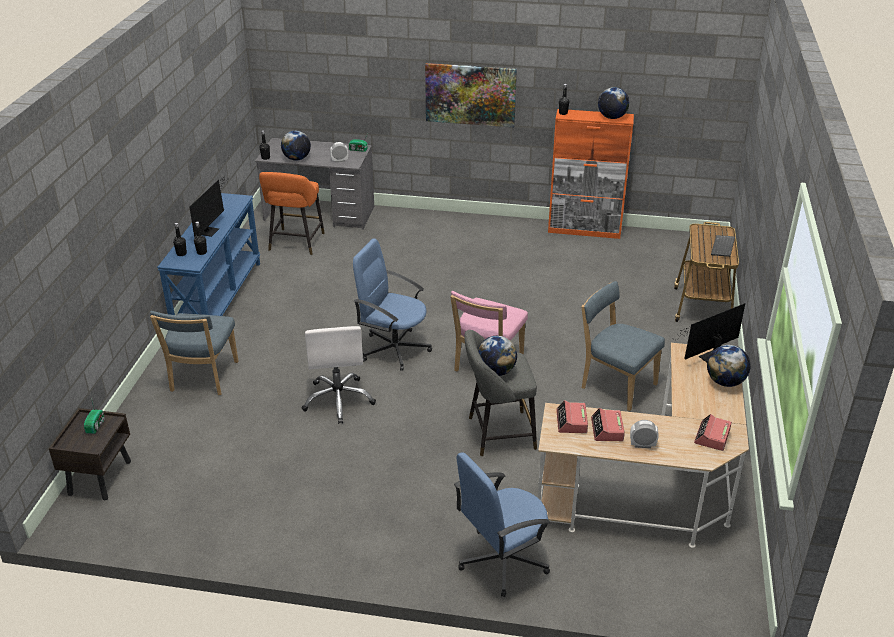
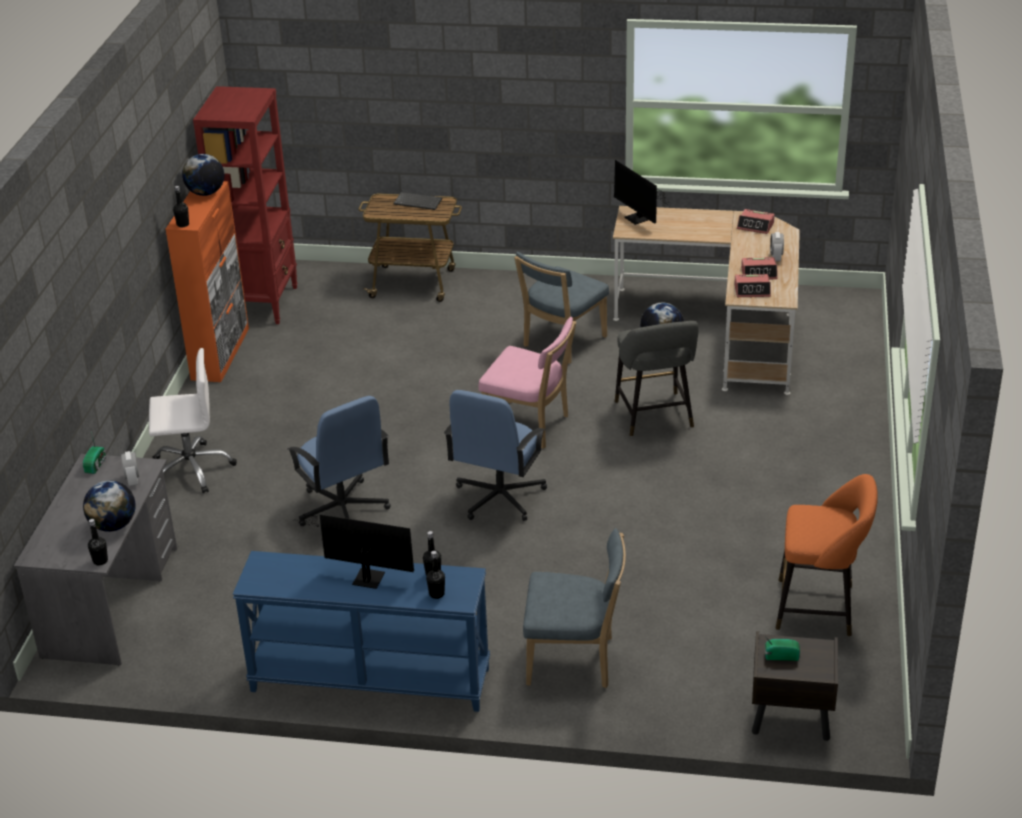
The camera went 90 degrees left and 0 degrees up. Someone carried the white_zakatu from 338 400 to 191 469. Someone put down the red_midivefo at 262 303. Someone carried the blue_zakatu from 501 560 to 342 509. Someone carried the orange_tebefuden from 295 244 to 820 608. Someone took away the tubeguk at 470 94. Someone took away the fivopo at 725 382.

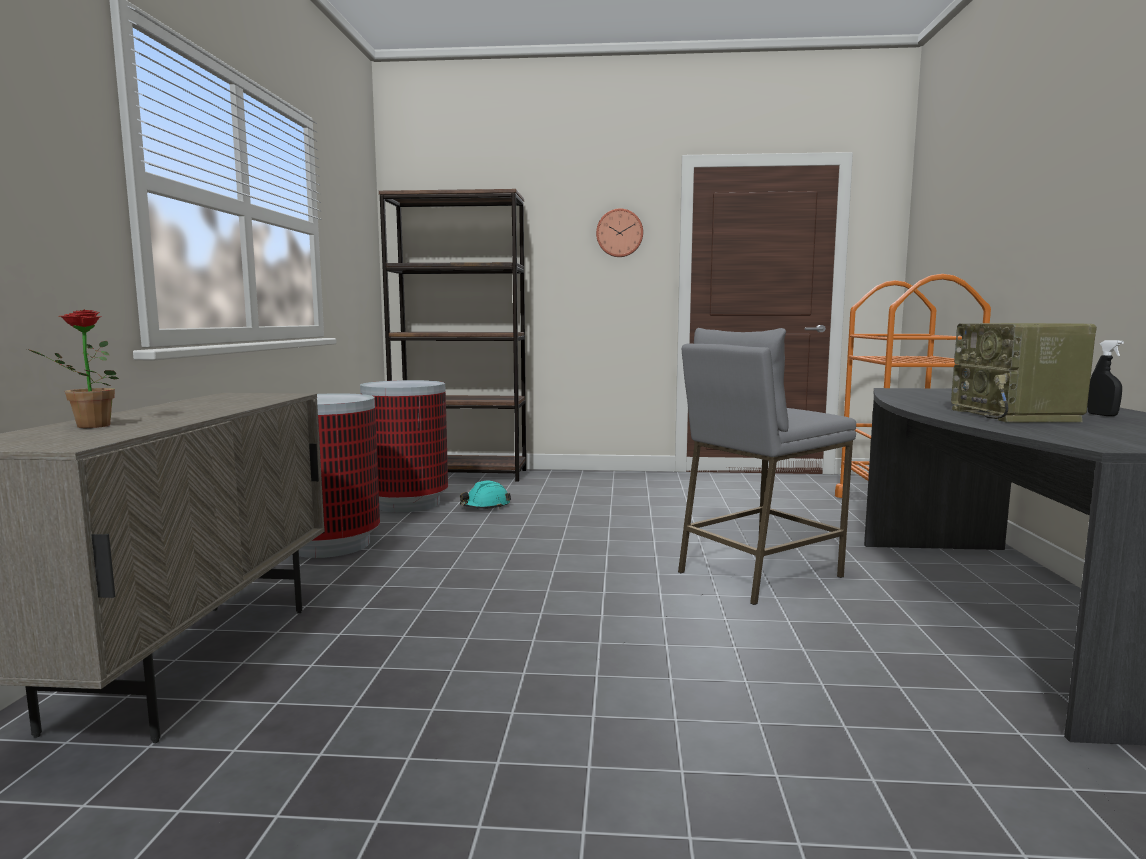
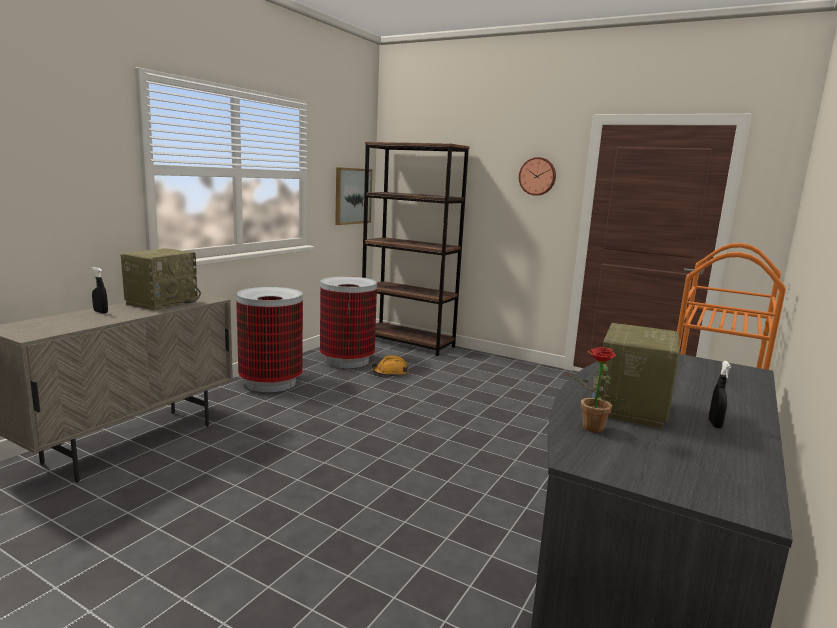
The camera went 25 degrees right and 5 degrees up. Someone put down the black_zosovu at 100 312. Someone put down the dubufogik at 162 302. Someone put up the tubeguk at 352 196. Someone repainted the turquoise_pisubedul at 485 506, which became the orange_pisubedul at 390 373. Someone carried the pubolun from 86 426 to 589 428. Someone took away the grey_tebefuden at 758 574.

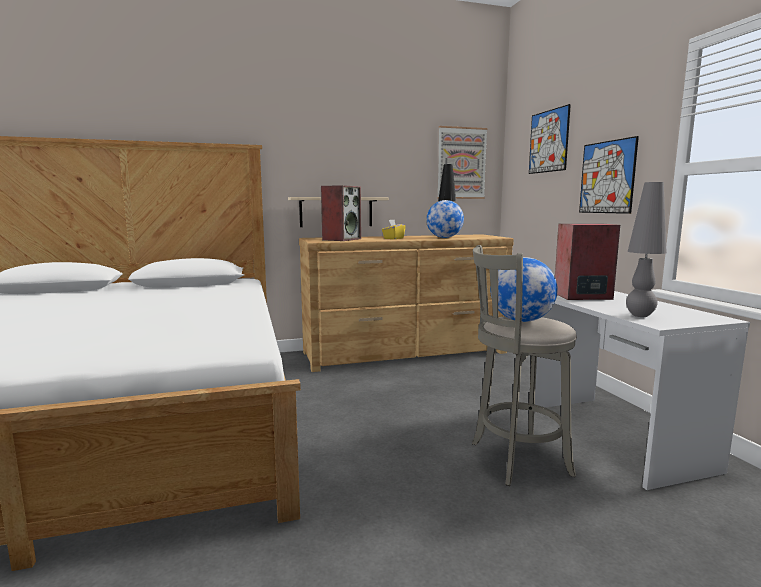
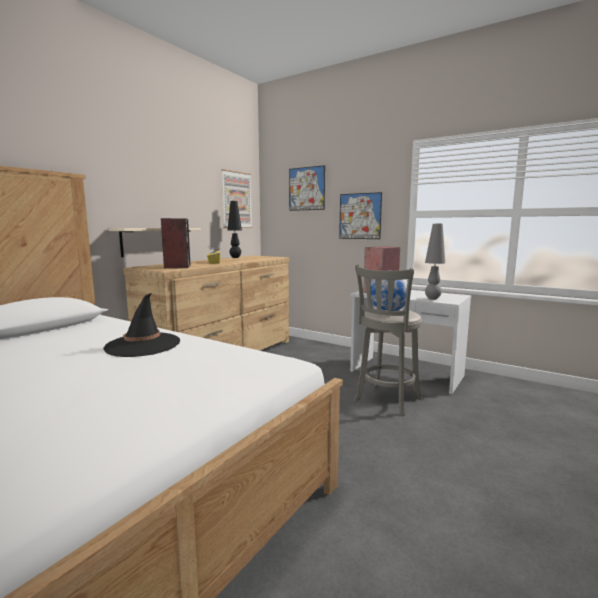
The camera went 40 degrees left and 0 degrees up. Someone put down the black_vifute at 143 345. Someone took away the fivopo at 444 237.

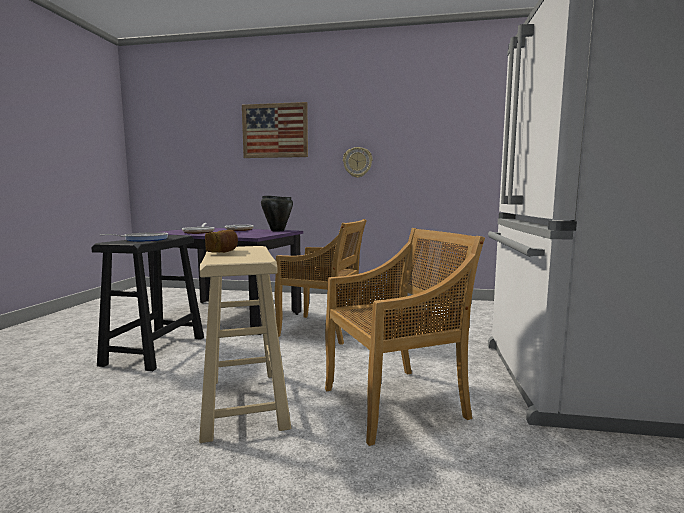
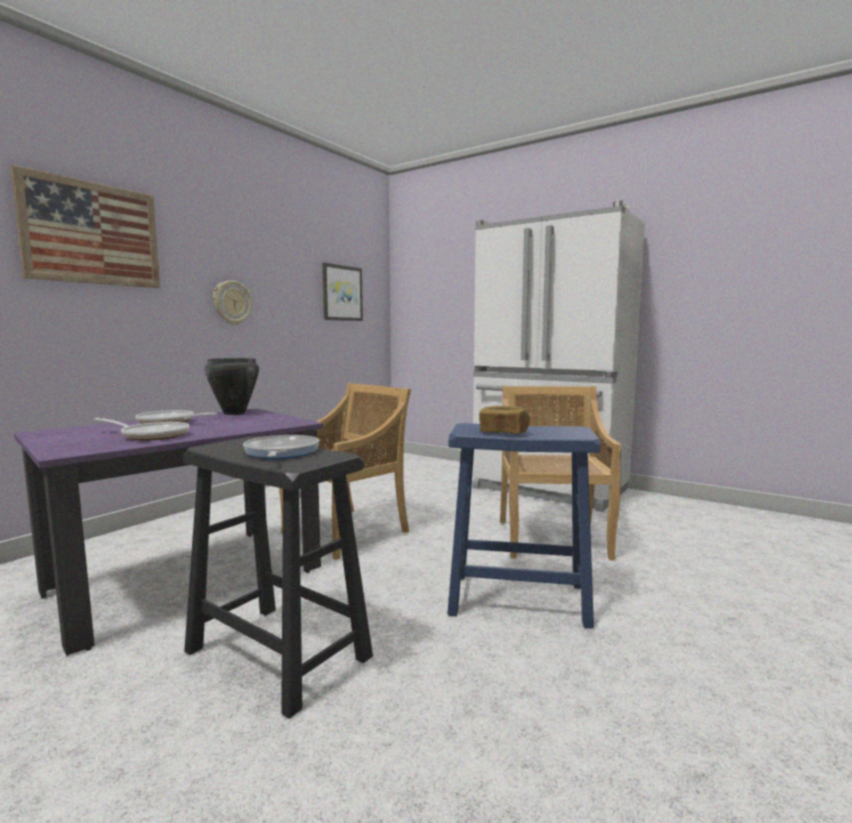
The camera went 65 degrees left and 0 degrees up. Someone put up the tubeguk at 342 293. Someone repainted the beige_tebefuden at 244 403, which became the blue_tebefuden at 519 599.

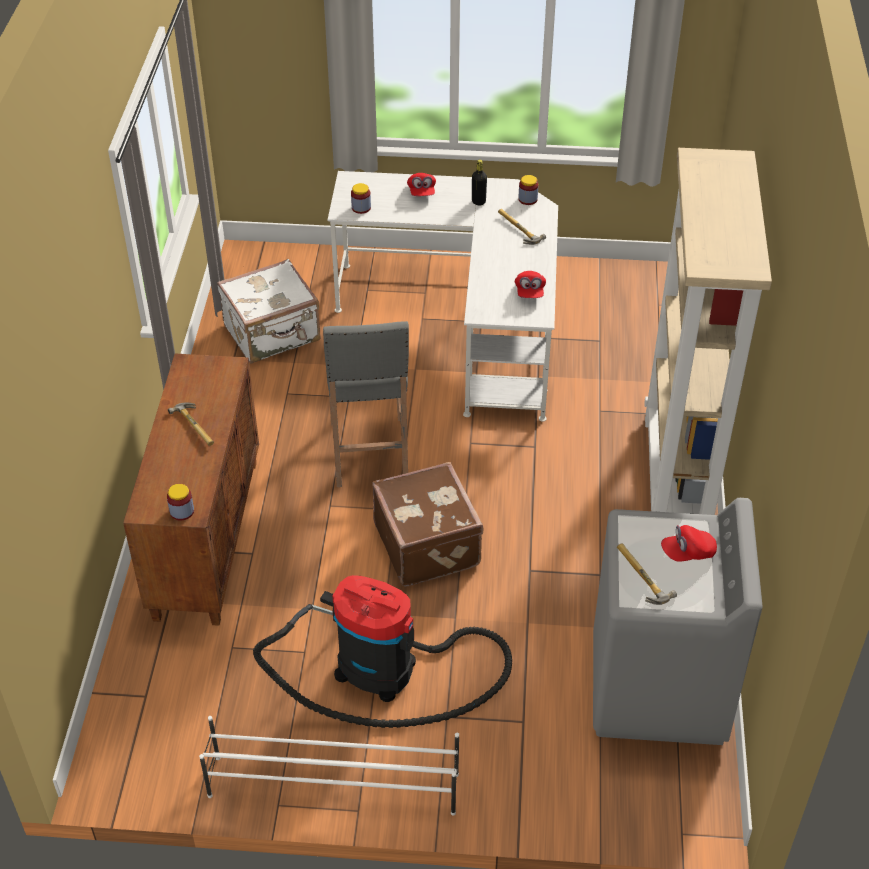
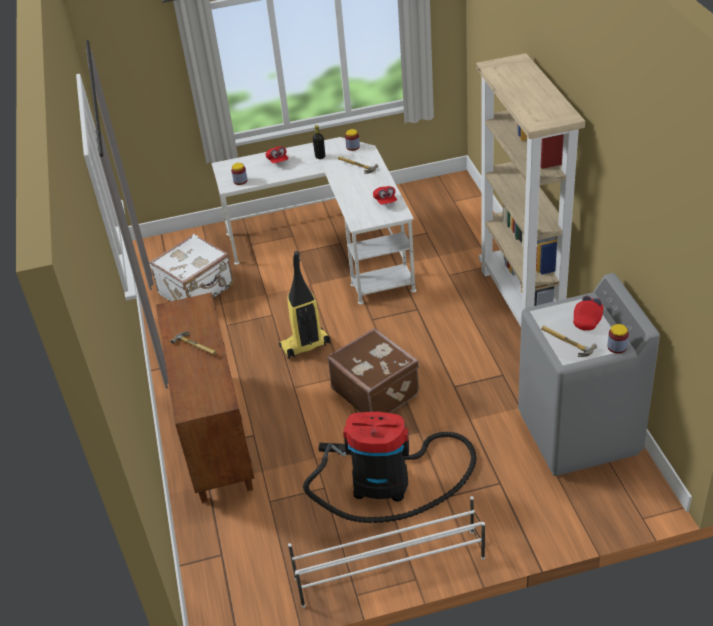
The camera went 15 degrees left and 5 degrees down. Someone swapped the grey_tebefuden at 369 453 for the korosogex at 305 346. Someone rotated the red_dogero at 687 552 by 150 degrees clockwise. Someone carried the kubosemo from 182 511 to 617 347.

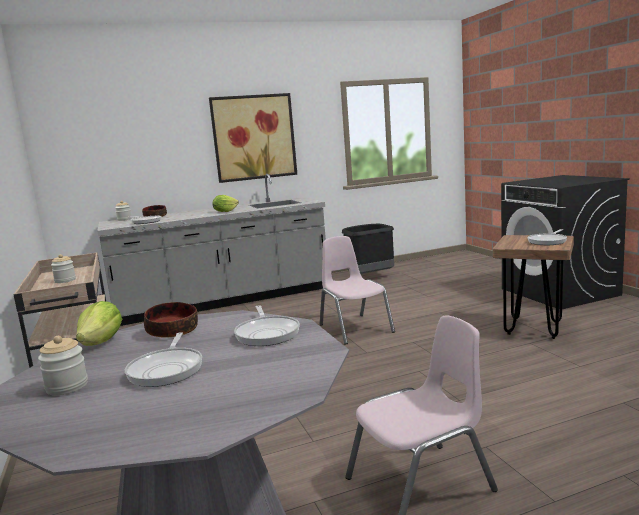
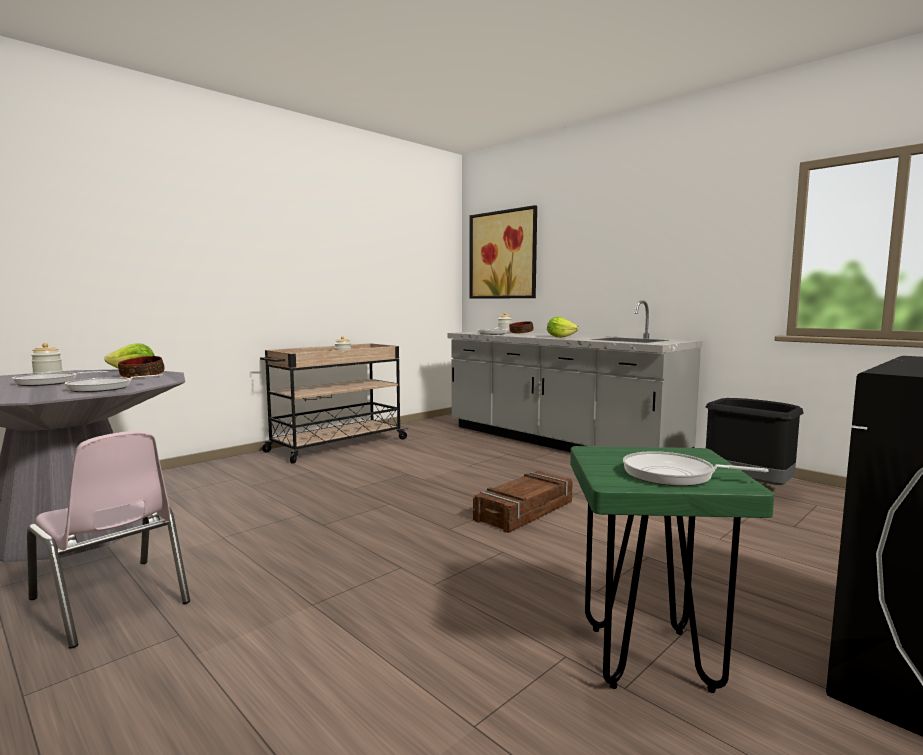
The camera went 65 degrees right and 5 degrees down. Someone carried the tubeguk from 254 137 to 503 255. Someone swapped the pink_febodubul at 355 328 for the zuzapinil at 525 511. Someone repainted the brown_tebefuden at 533 329, which became the green_tebefuden at 649 658.

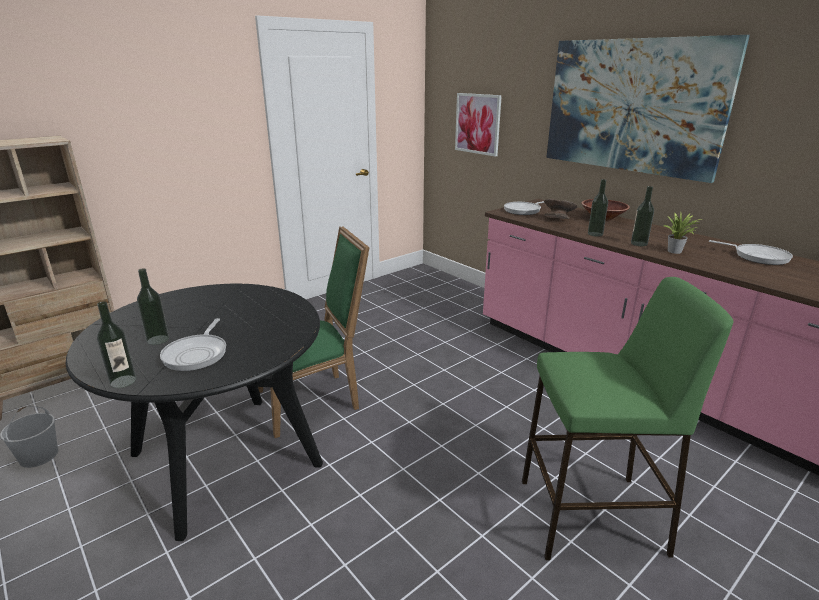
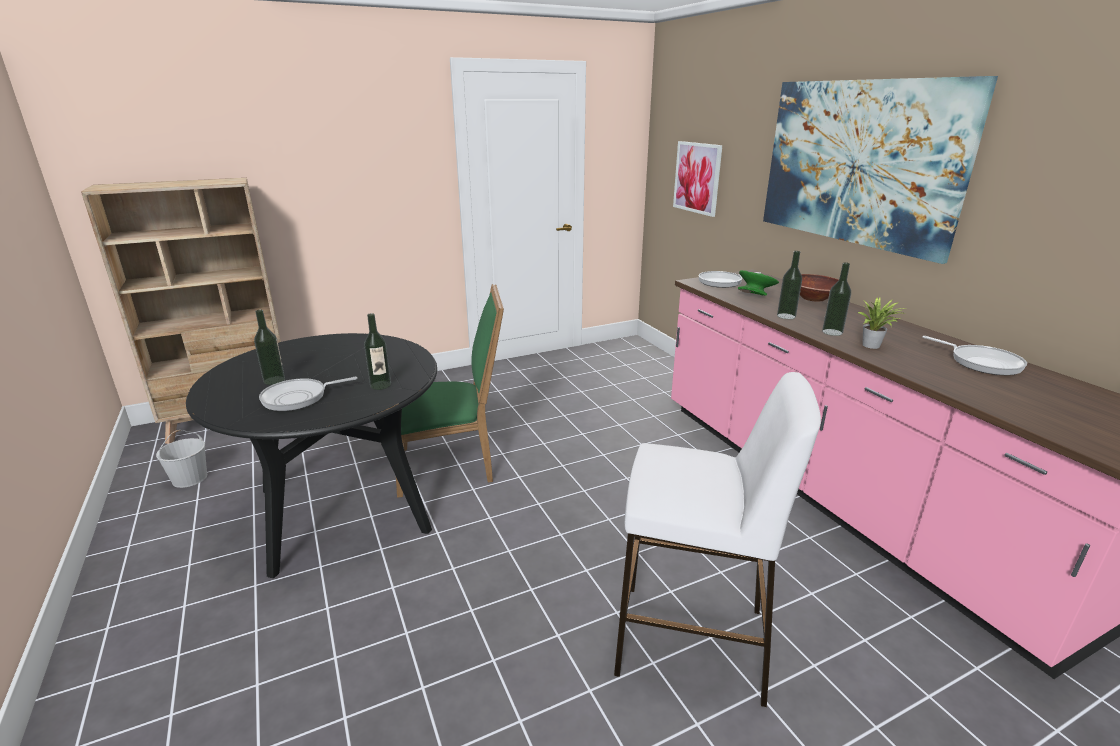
The camera went 15 degrees right and 0 degrees up. Someone rotated the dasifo at 197 354 by 45 degrees clockwise. Someone carried the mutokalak from 123 381 to 380 385. Someone repainted the green_tebefuden at 592 516, which became the white_tebefuden at 692 641. Someone repainted the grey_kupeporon at 558 219, which became the green_kupeporon at 755 295.

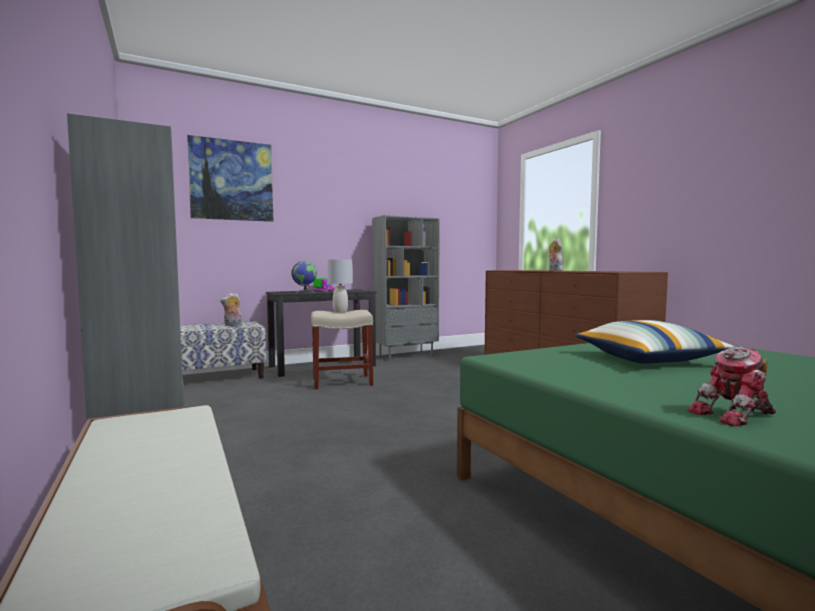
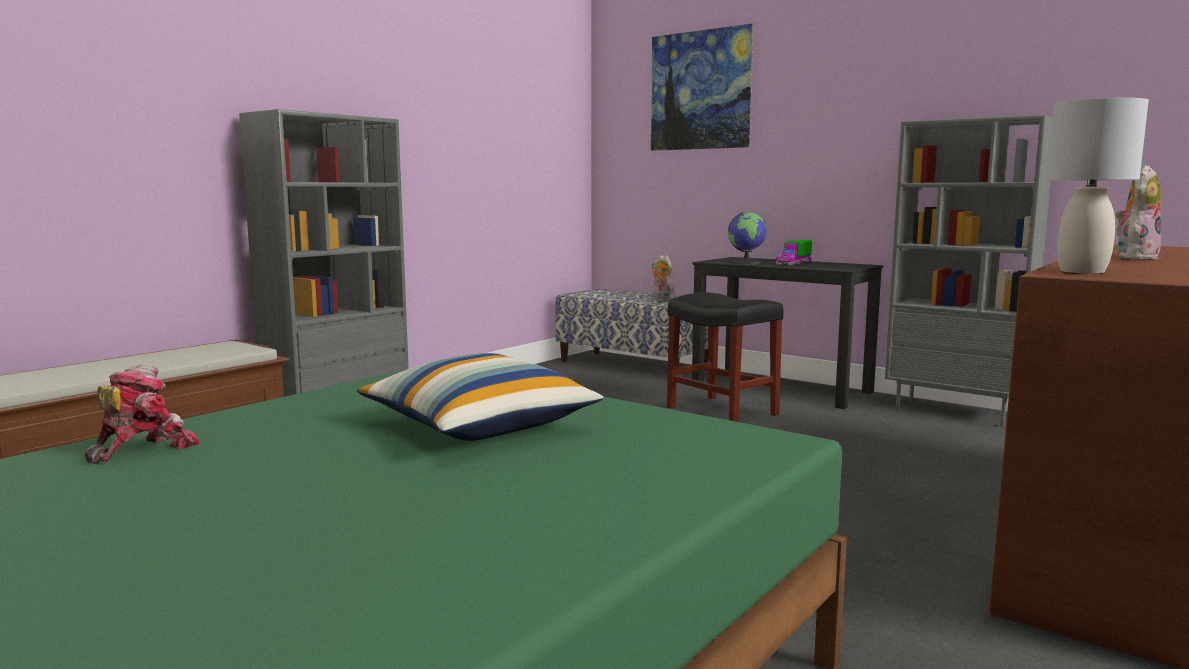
The camera went 65 degrees right and 5 degrees up. Someone rotated the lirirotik at 736 415 by 75 degrees clockwise. Someone repainted the beige_tebefuden at 341 382, which became the black_tebefuden at 720 411. Someone carried the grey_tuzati from 340 311 to 1081 271.

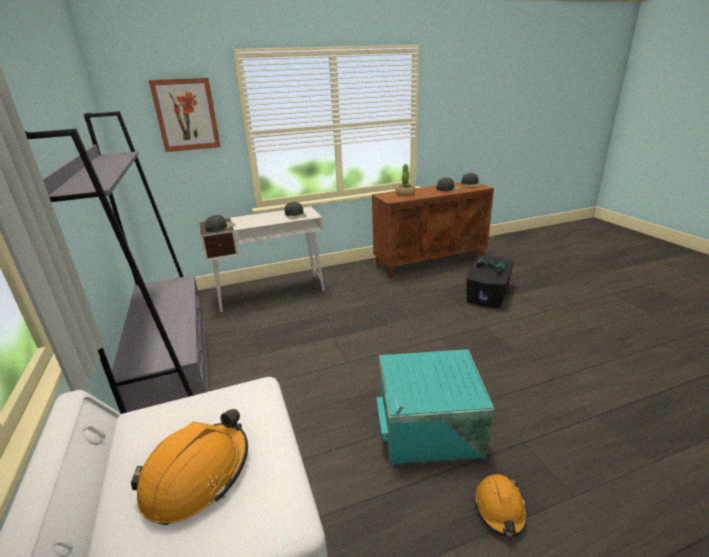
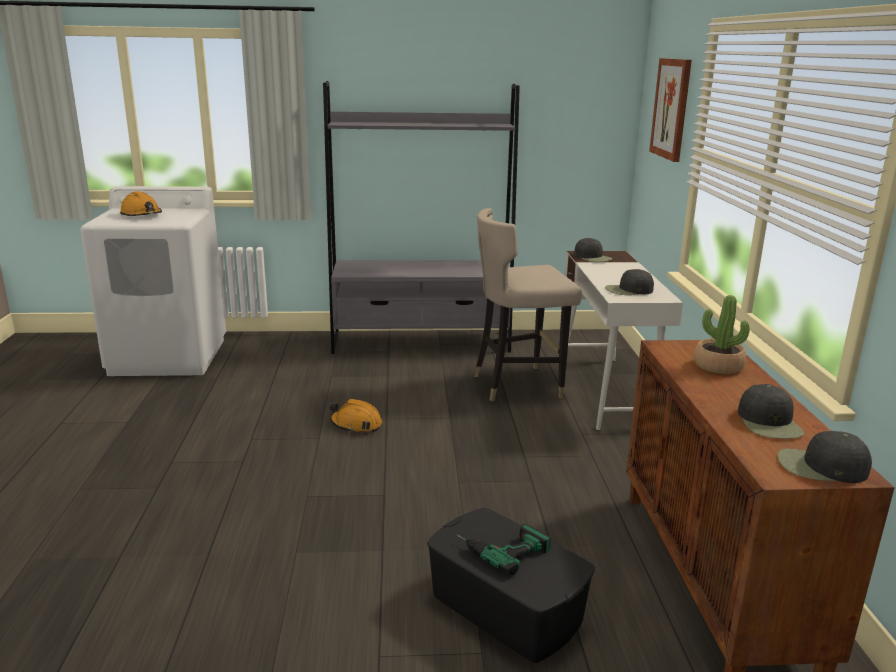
The camera went 105 degrees right and 5 degrees down. Someone carried the orange_pisubedul from 500 509 to 356 424. Someone put down the beige_tebefuden at 518 385. Someone took away the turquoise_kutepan at 431 432.

